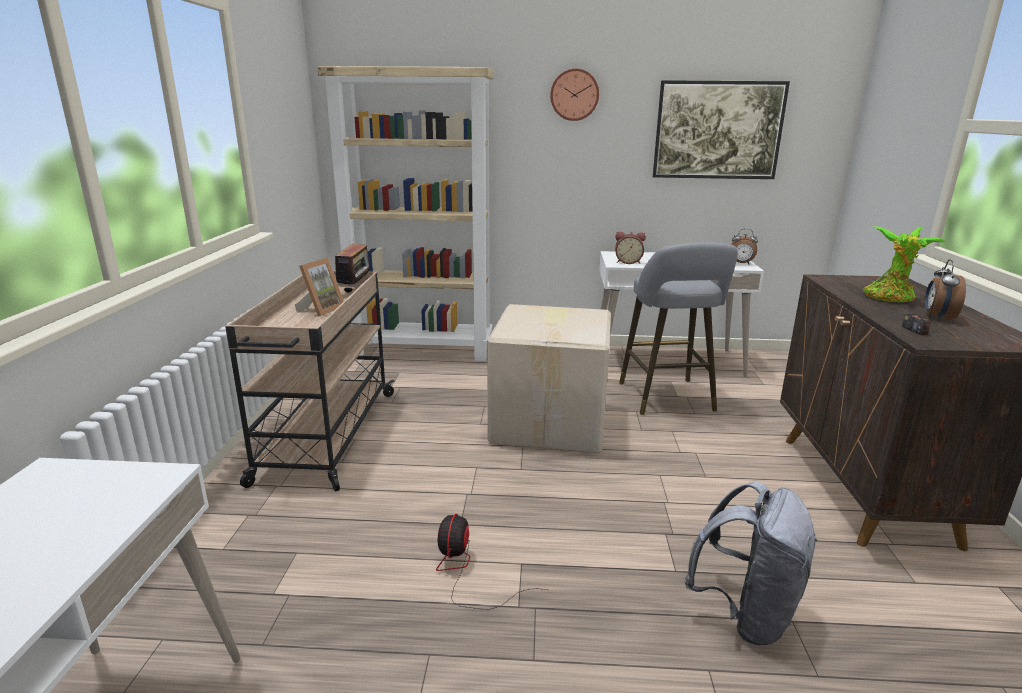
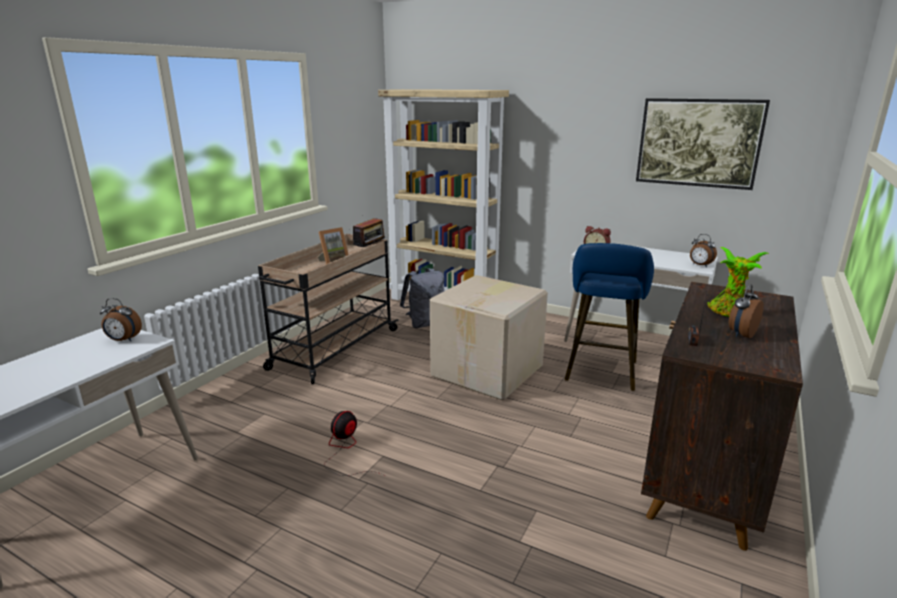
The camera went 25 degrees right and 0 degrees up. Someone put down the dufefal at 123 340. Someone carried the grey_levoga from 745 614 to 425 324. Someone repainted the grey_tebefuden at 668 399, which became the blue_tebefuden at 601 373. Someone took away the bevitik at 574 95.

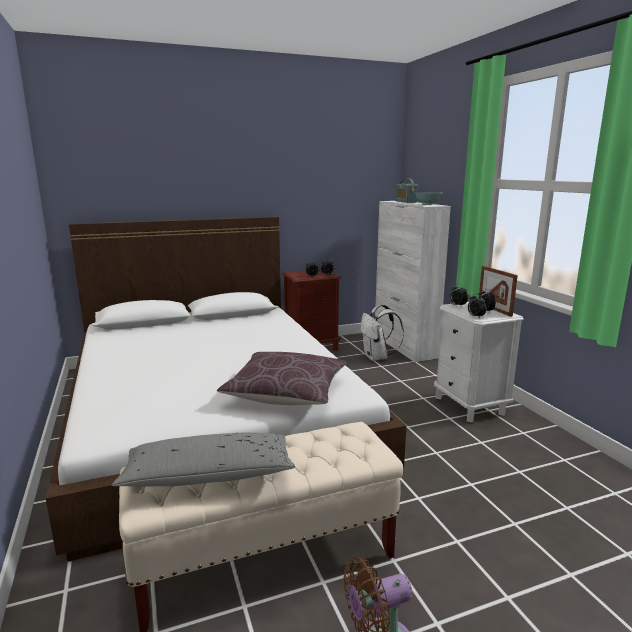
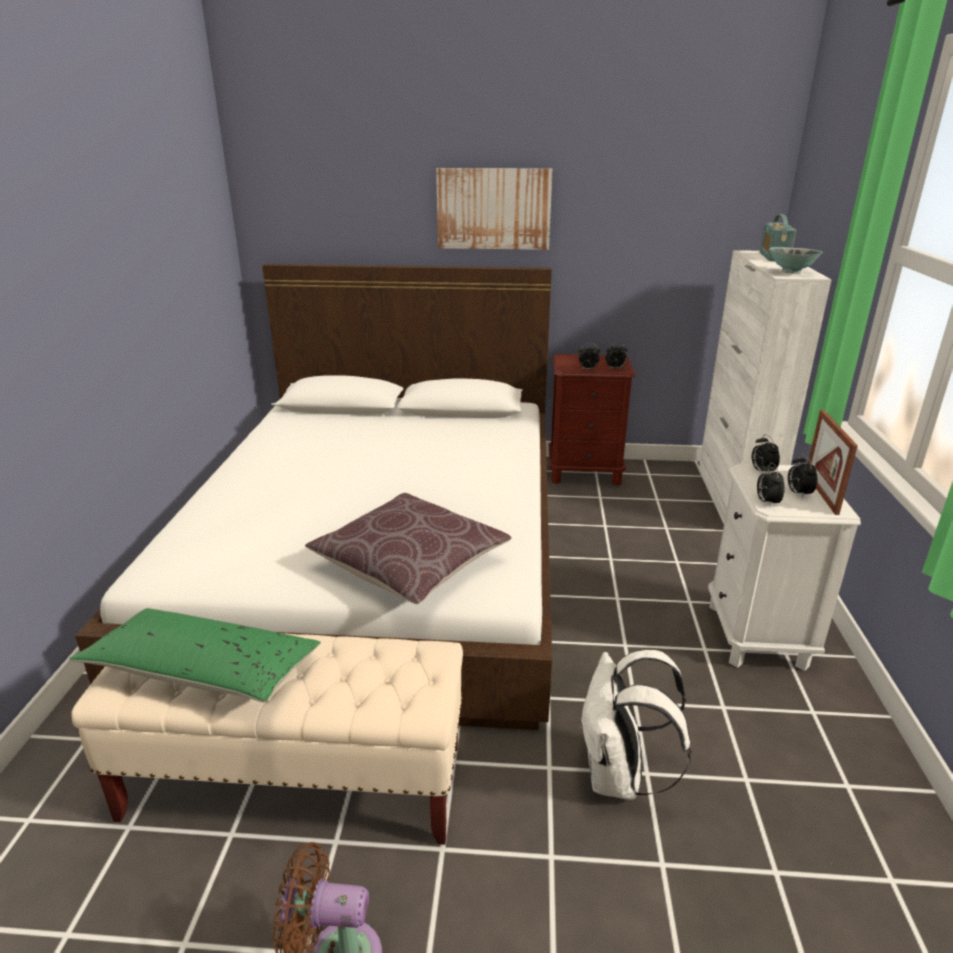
The camera went 25 degrees right and 10 degrees up. Someone repainted the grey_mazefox at 209 475, which became the green_mazefox at 204 670. Someone put up the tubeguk at 493 209. Someone carried the white_levoga from 377 357 to 619 776.

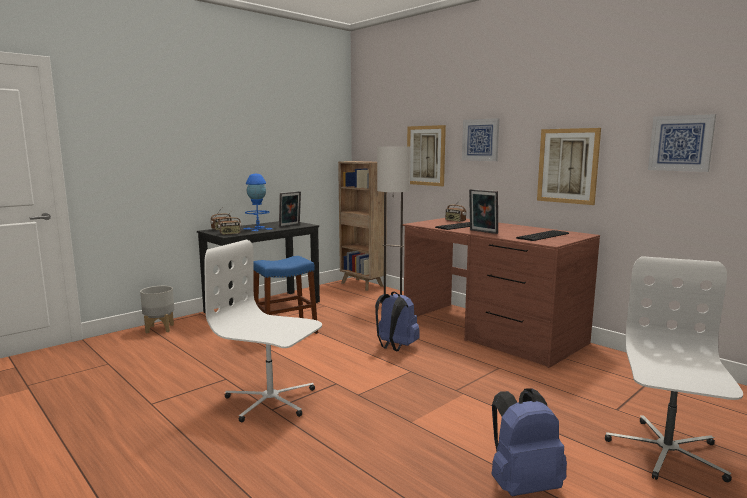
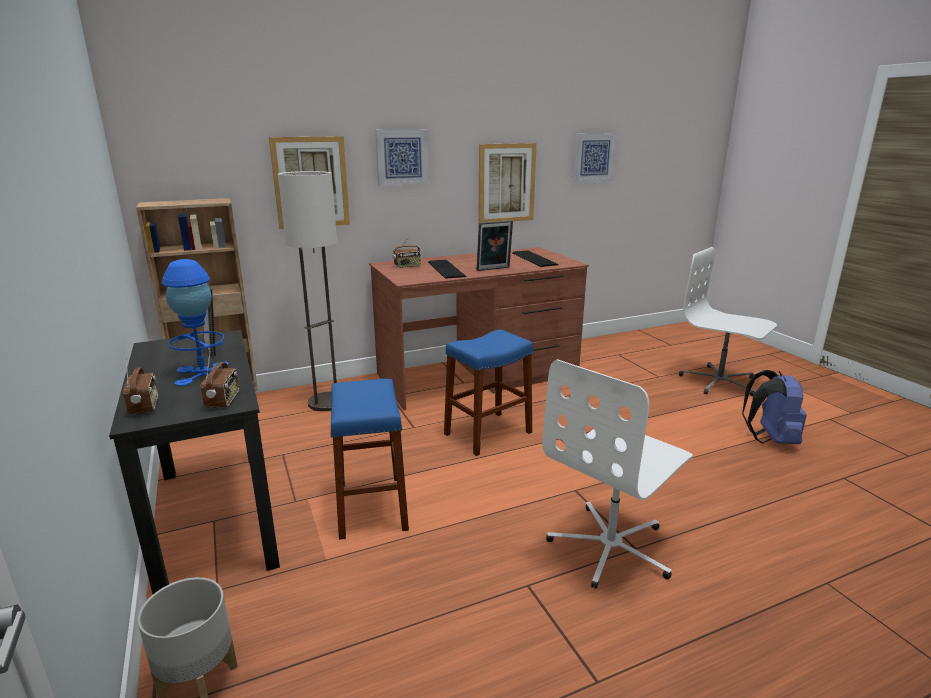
The camera went 70 degrees left and 10 degrees up. Someone swapped the blue_levoga at 395 347 for the blue_tebefuden at 488 433.

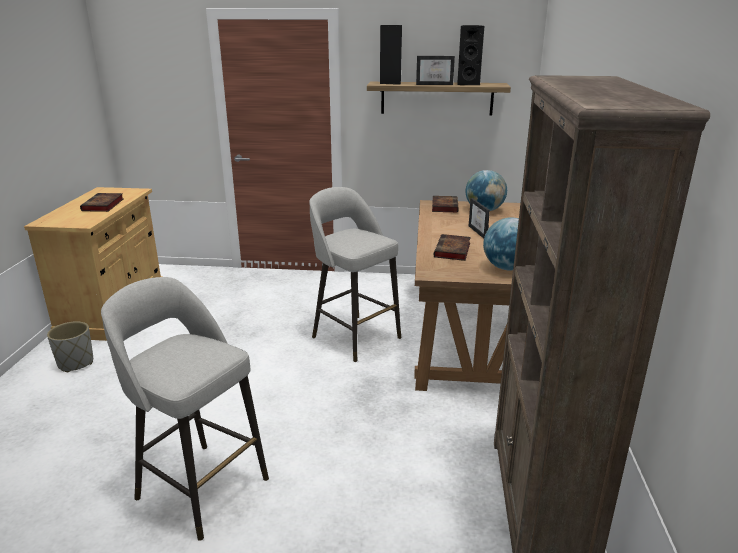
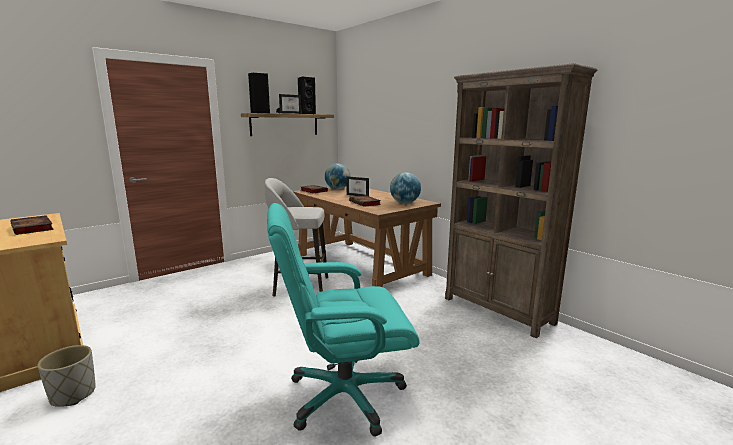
The camera went 45 degrees left and 10 degrees down. Someone swapped the grey_tebefuden at 200 487 for the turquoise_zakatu at 344 396.

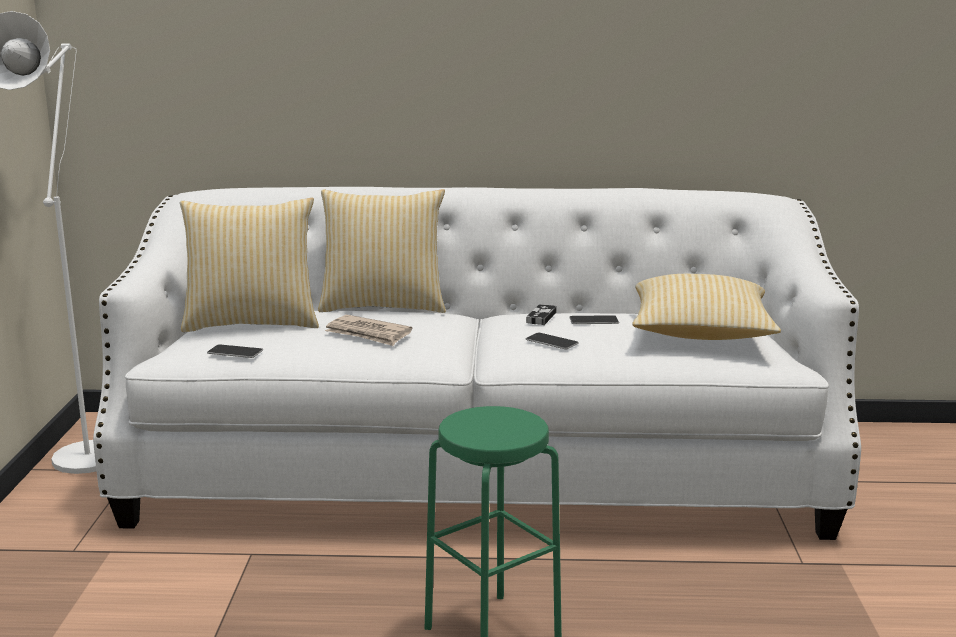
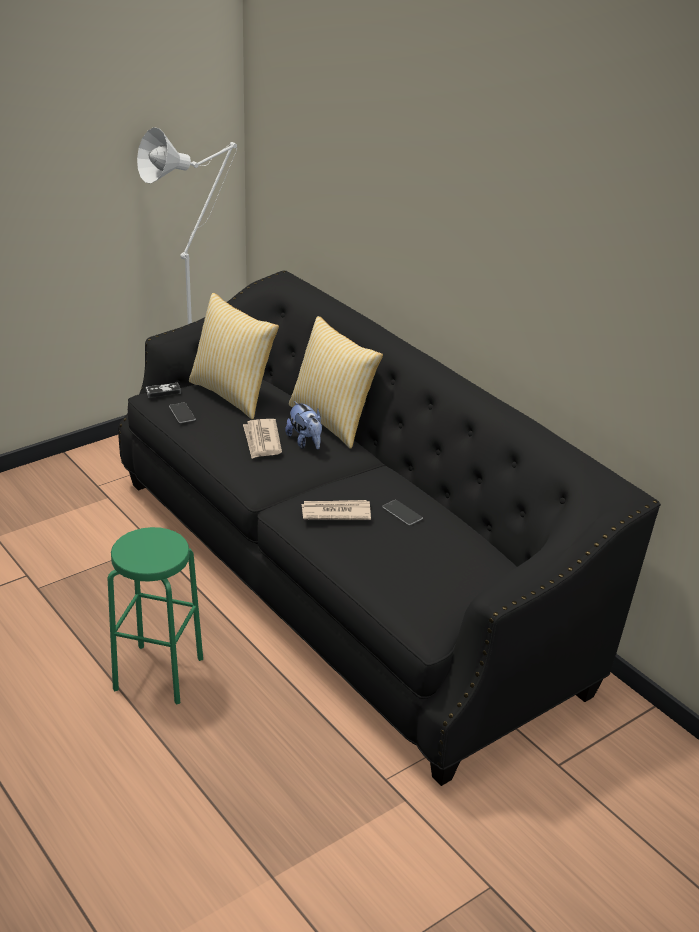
The camera went 50 degrees right and 15 degrees up. Someone repainted the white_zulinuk at 478 474, which became the black_zulinuk at 345 577. Someone carried the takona from 541 317 to 163 392. Someone put down the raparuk at 305 442. Someone swapped the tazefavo at 551 341 for the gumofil at 335 512. Someone took away the mazefox at 700 334.

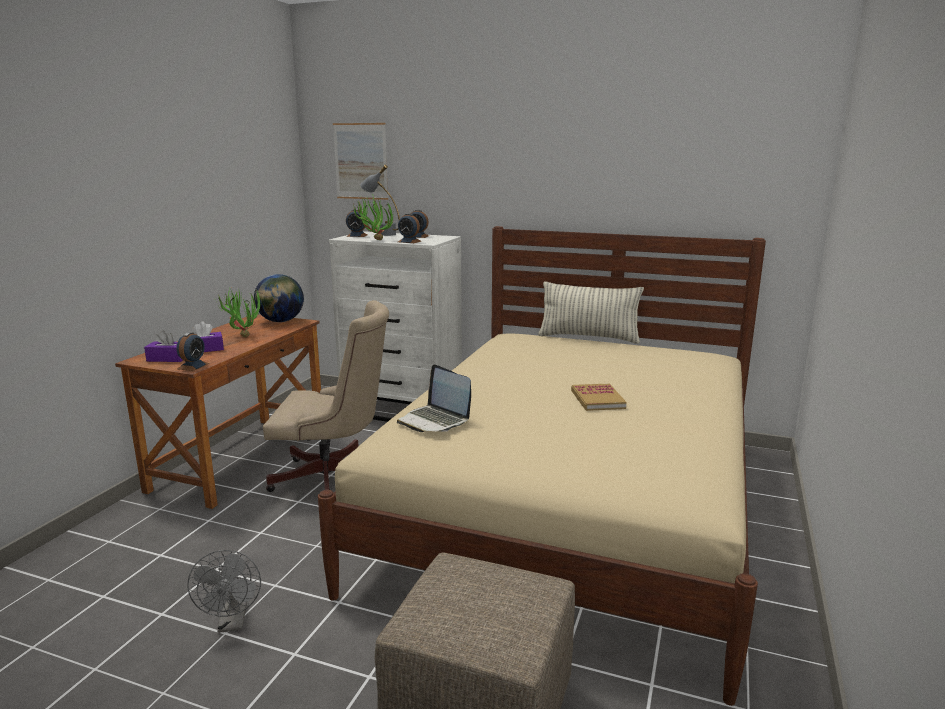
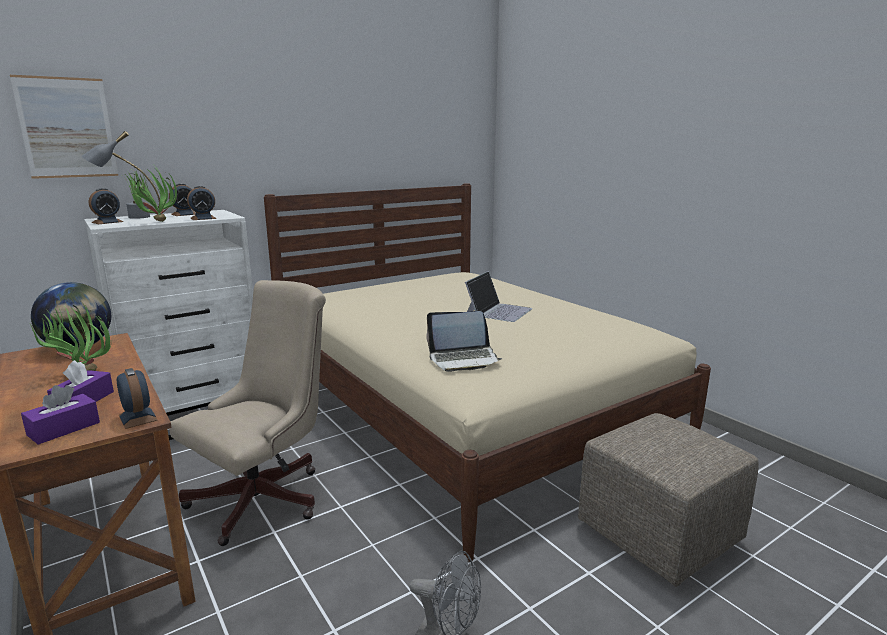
The camera went 55 degrees left and 0 degrees up. Someone swapped the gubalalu at 597 399 for the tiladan at 498 311. Someone took away the mazefox at 588 337.

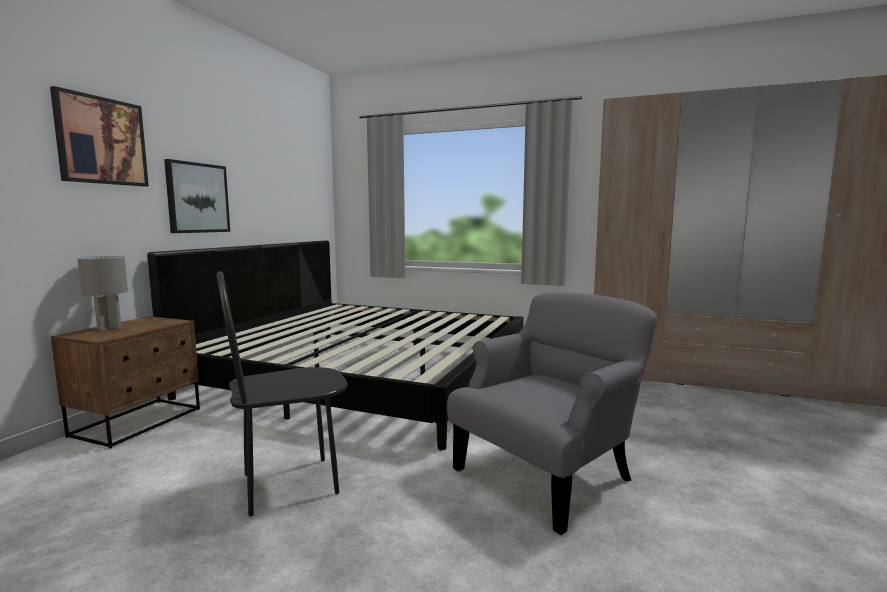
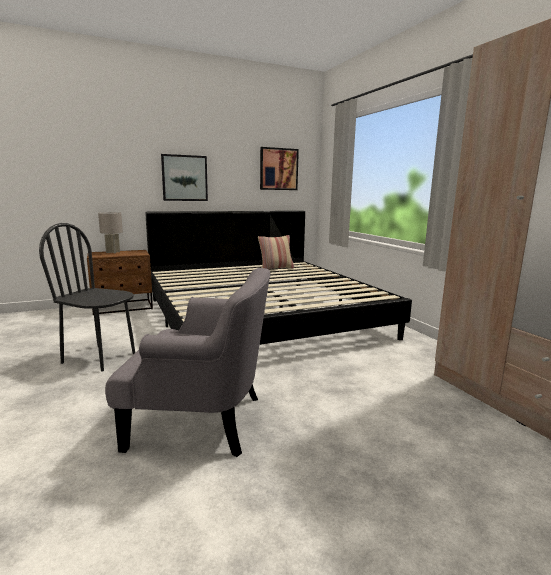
The camera went 45 degrees right and 5 degrees up. Someone put down the mazefox at 276 268. Someone carried the tubeguk from 101 141 to 278 169.

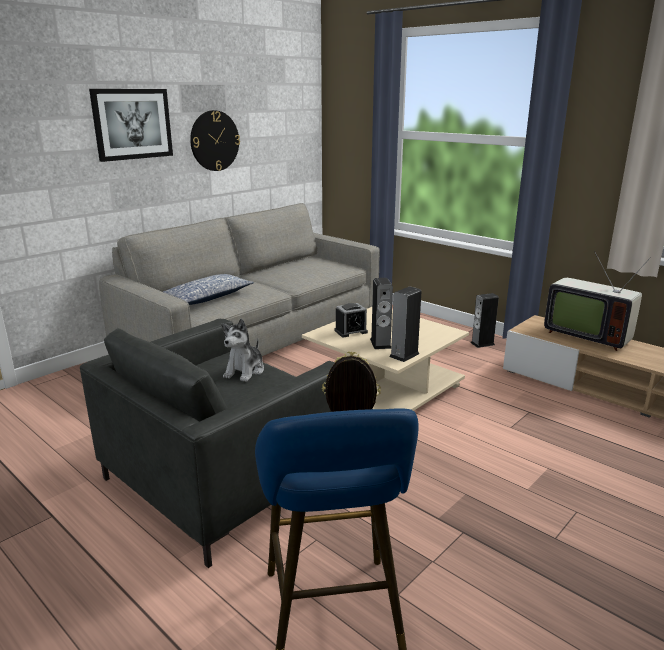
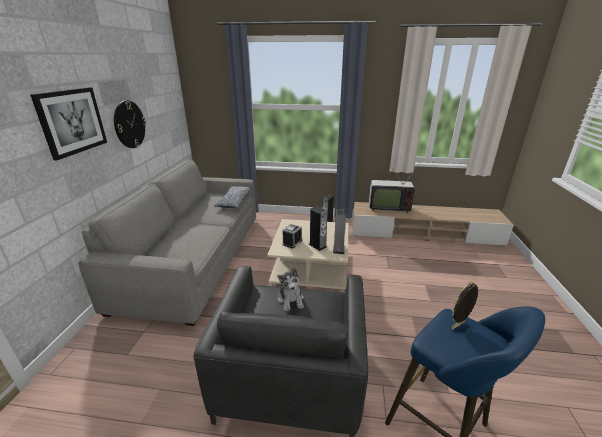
The camera went 35 degrees left and 5 degrees up. Someone carried the mazefox from 206 298 to 234 201.

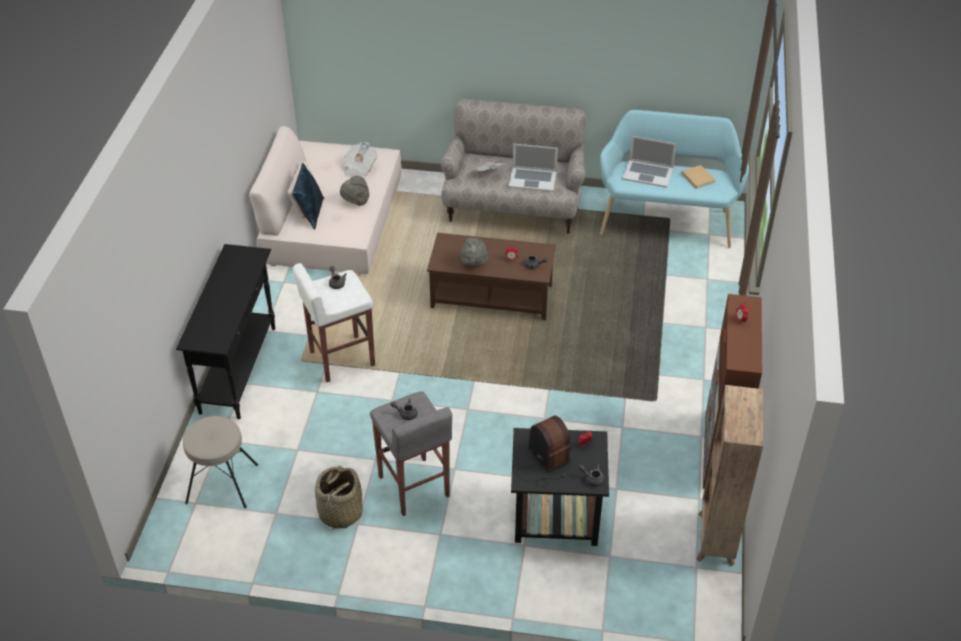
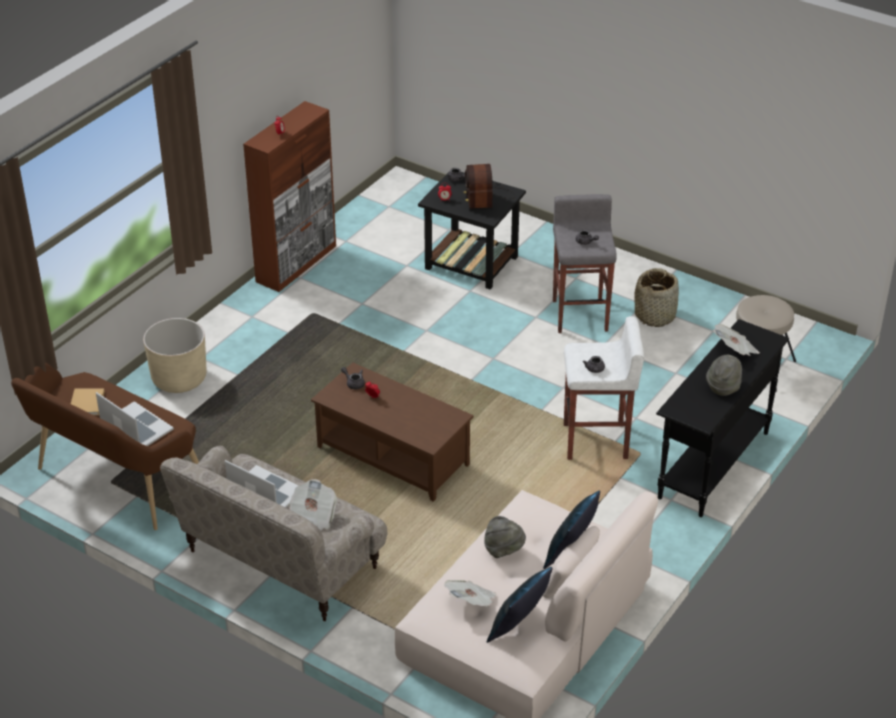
The camera went 155 degrees left and 5 degrees down. Someone repainted the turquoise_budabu at 666 219, which became the brown_budabu at 115 482. Someone put down the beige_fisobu at 179 378. Someone put down the blue_mazefox at 518 627. Someone carried the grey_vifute from 474 264 to 723 386. Someone put down the gumofil at 735 350. Someone took away the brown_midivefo at 715 540.

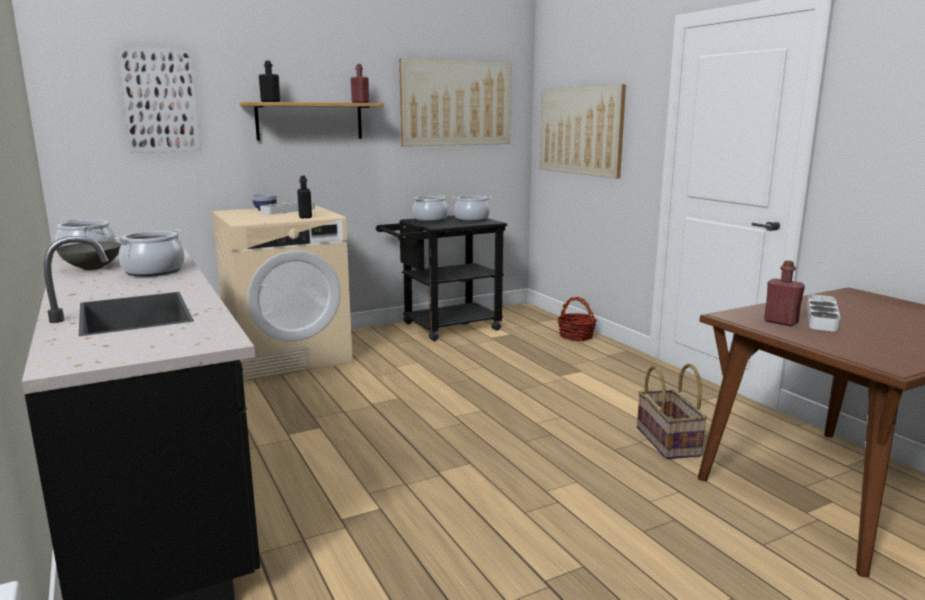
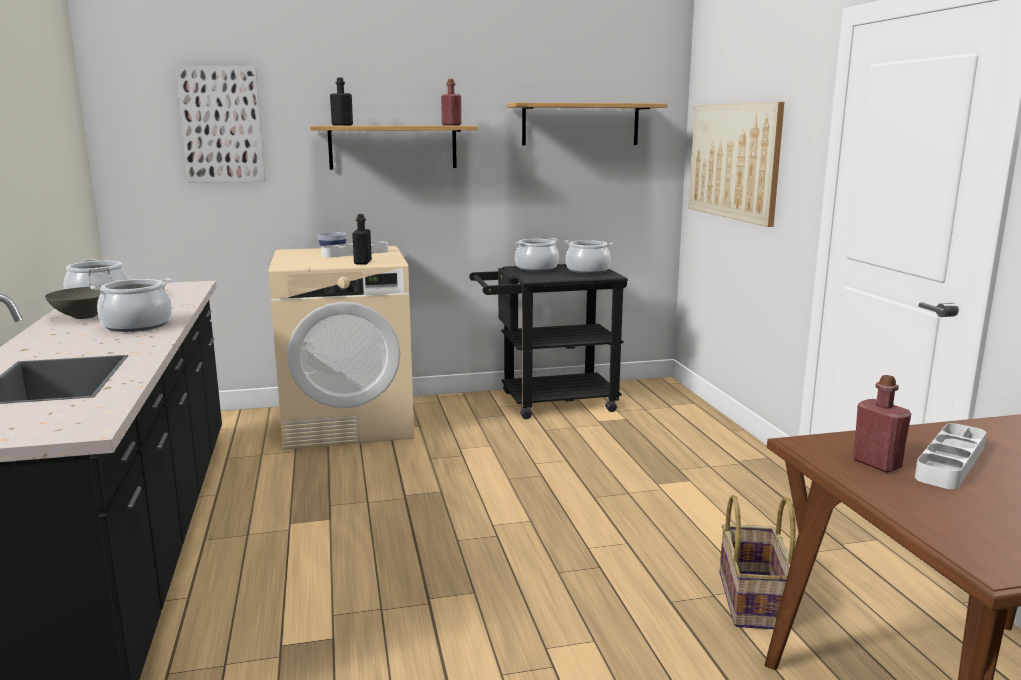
The camera went 15 degrees right and 0 degrees up. Someone swapped the tubeguk at 456 103 for the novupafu at 580 124. Someone took away the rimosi at 576 336.

